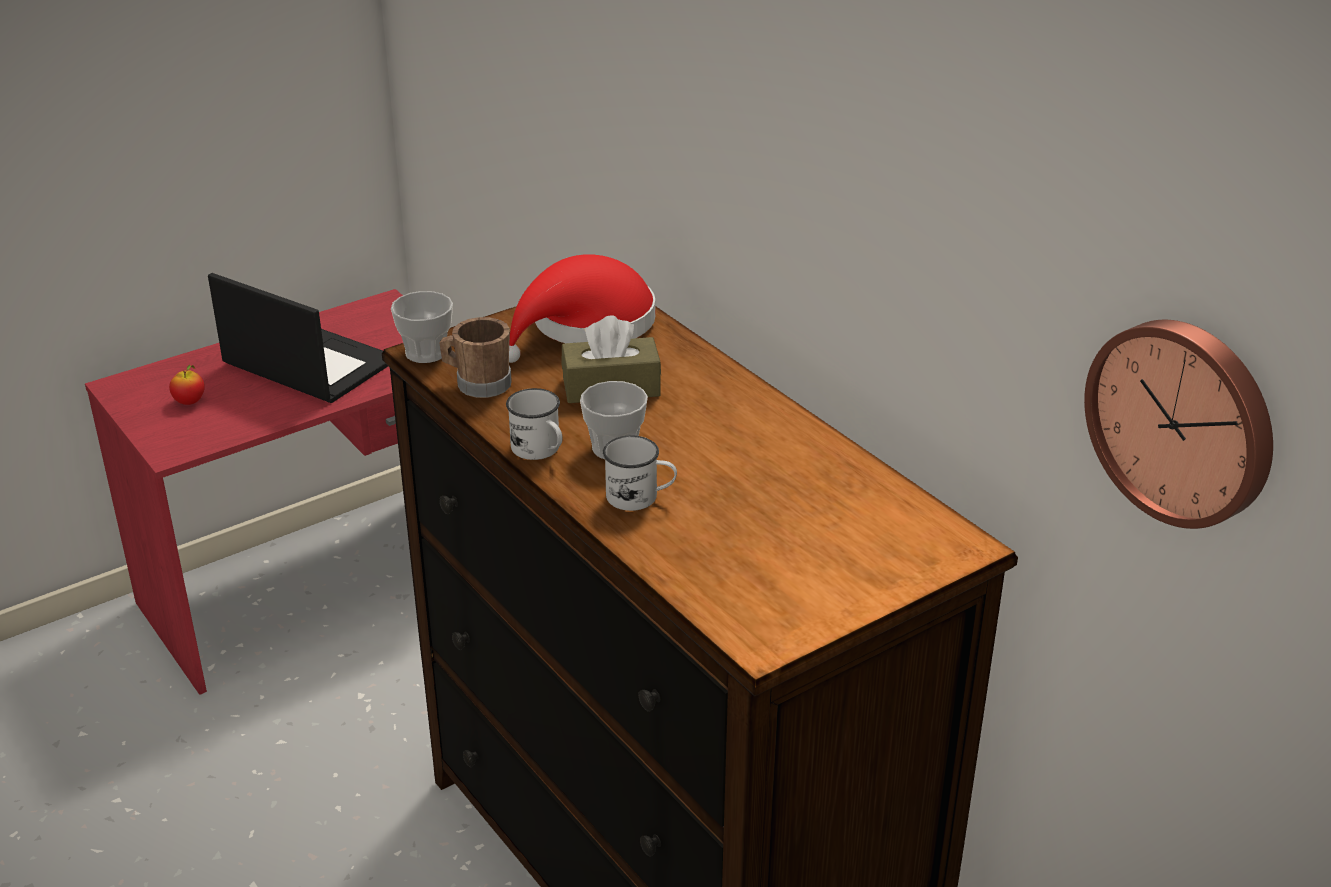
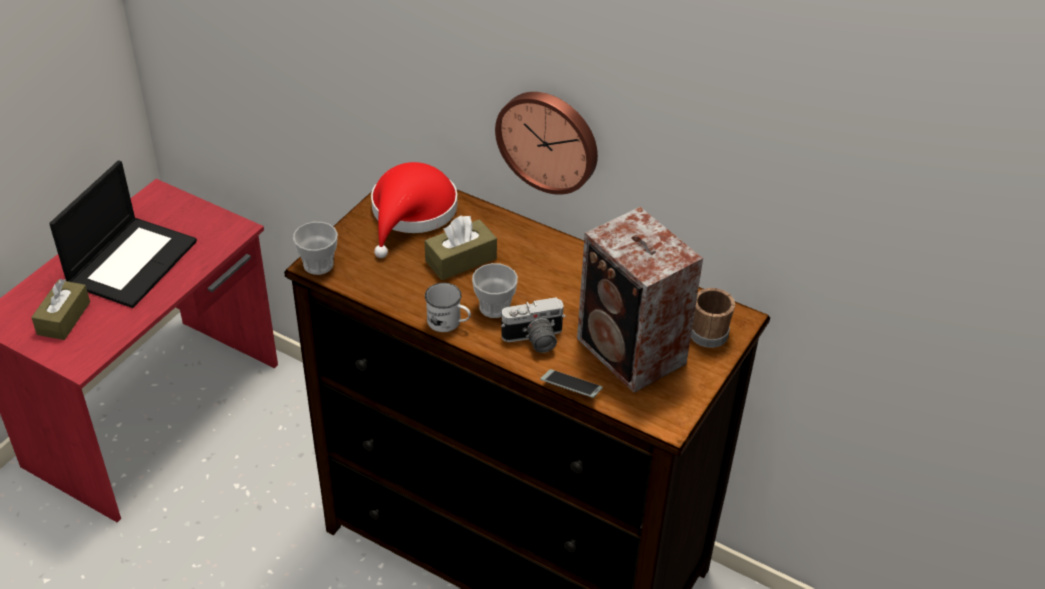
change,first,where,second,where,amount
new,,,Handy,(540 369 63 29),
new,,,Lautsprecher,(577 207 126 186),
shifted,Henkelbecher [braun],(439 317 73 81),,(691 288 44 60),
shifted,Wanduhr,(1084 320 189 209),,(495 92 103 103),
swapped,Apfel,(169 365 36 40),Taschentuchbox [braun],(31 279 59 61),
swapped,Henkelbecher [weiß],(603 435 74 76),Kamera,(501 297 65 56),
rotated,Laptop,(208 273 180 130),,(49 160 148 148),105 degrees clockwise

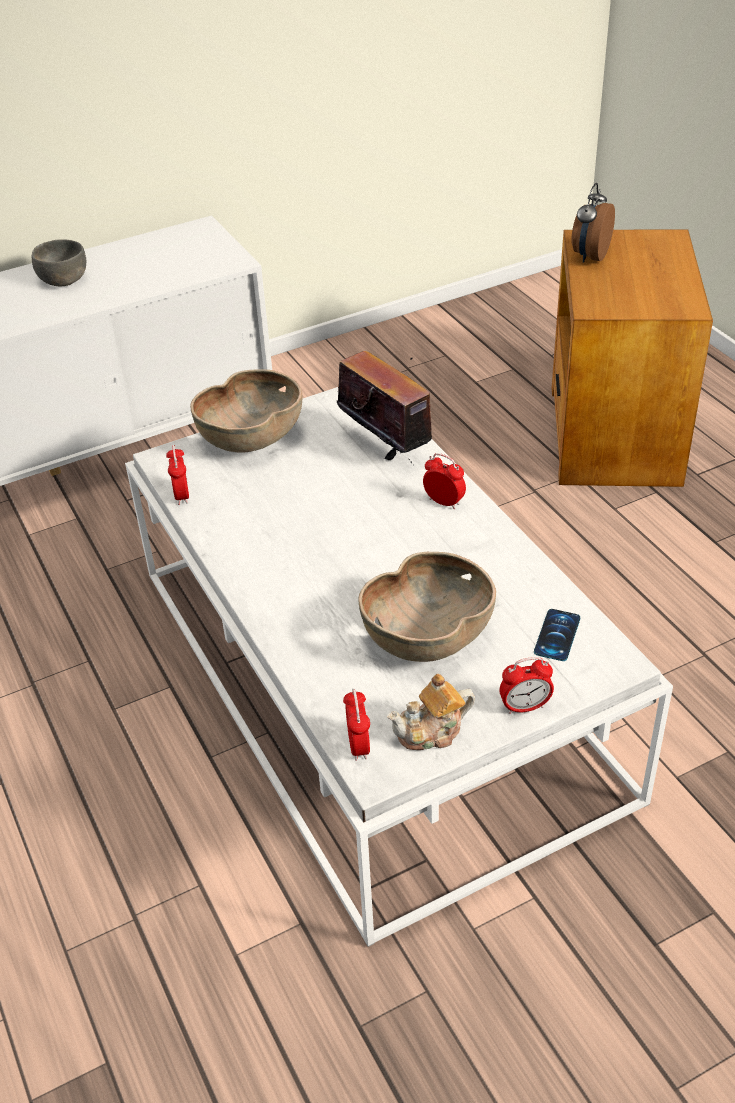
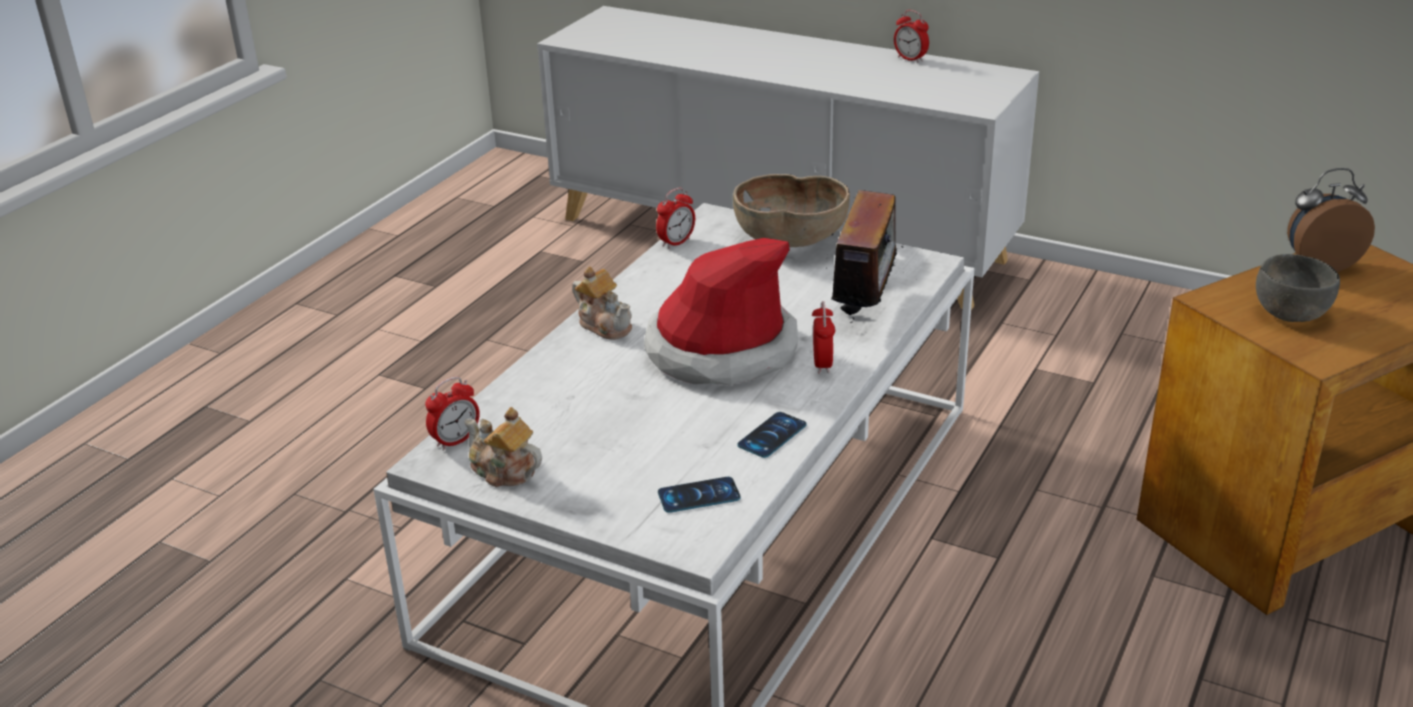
change,first,where,second,where,amount
gone,Schüssel [braun],(358 552 138 110),,,
new,,,Teekanne,(572 267 60 73),
new,,,Hut,(644 238 154 147),
new,,,Handy,(737 412 69 46),
shifted,Schüssel [grau],(32 239 55 47),,(1256 254 84 68),
shifted,Wecker,(500 657 54 57),,(894 10 35 53),

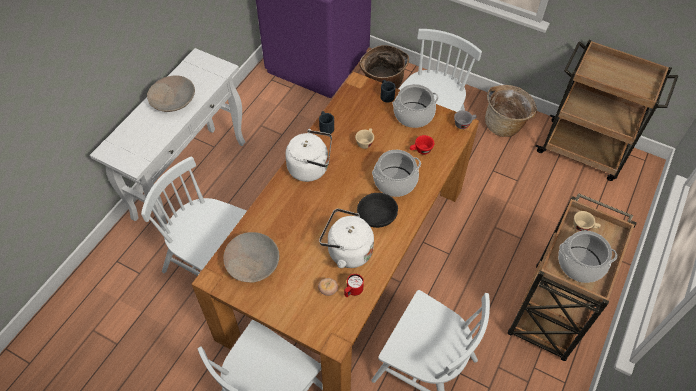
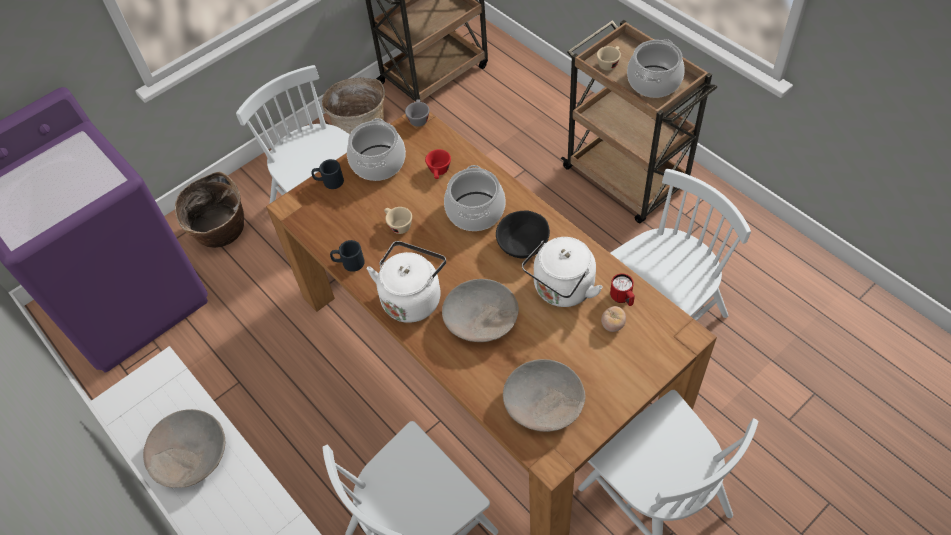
change,first,where,second,where,amount
new,,,Schüssel [beige],(442 279 77 63),

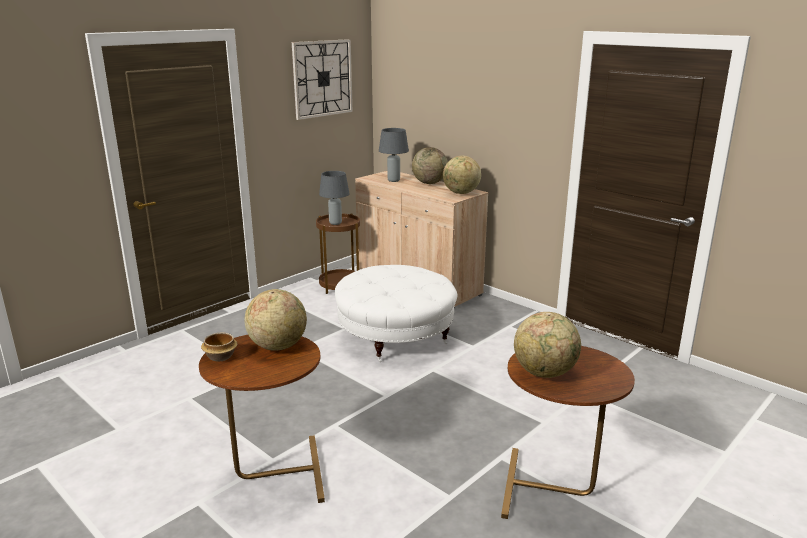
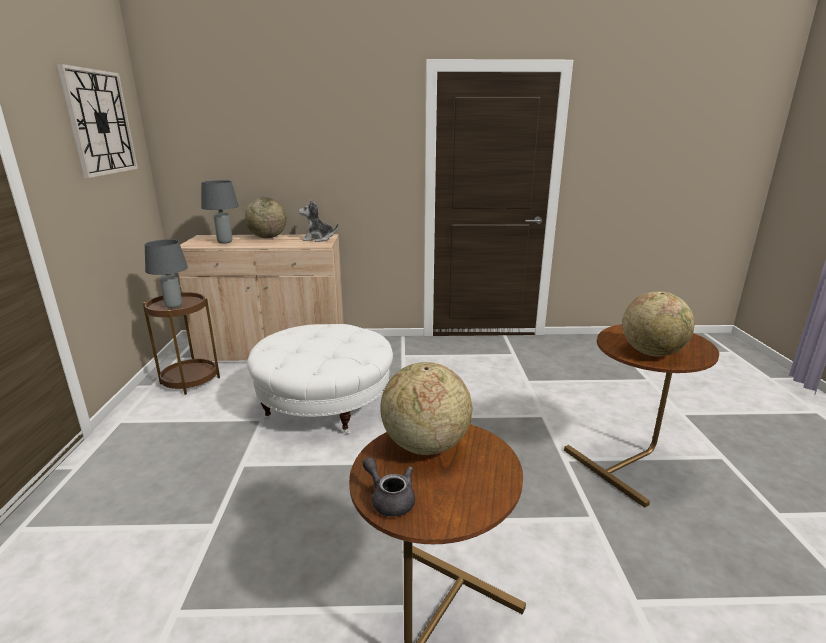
change,first,where,second,where,amount
swapped,Schüssel,(201 332 36 29),Teekanne [grau],(363 457 52 60),
swapped,Globus,(443 156 38 38),Plüschtier,(299 199 39 43),

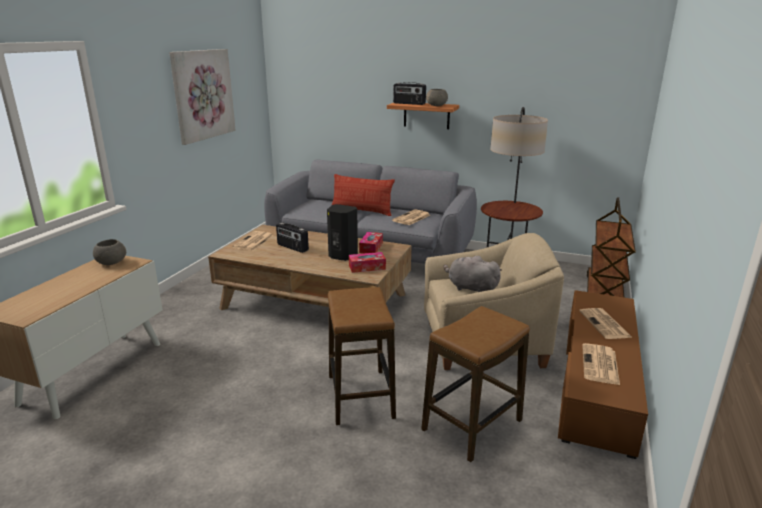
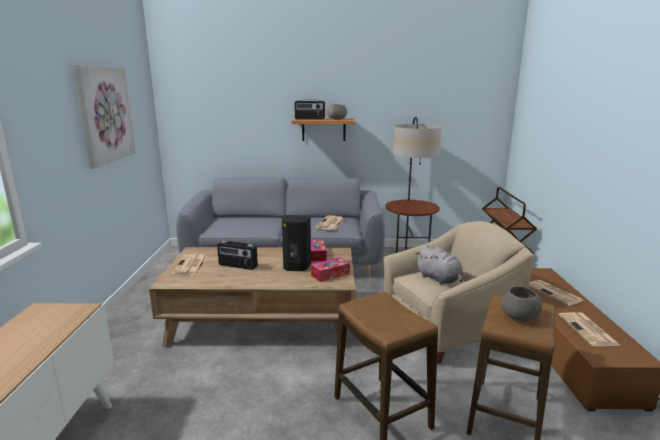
change,first,where,second,where,amount
gone,Kissen,(331 174 64 42),,,
shifted,Schüssel [grau],(93 239 33 26),,(501 286 41 35),
rotated,Plüschtier [grau],(443 256 59 36),,(415 244 48 41),135 degrees counterclockwise

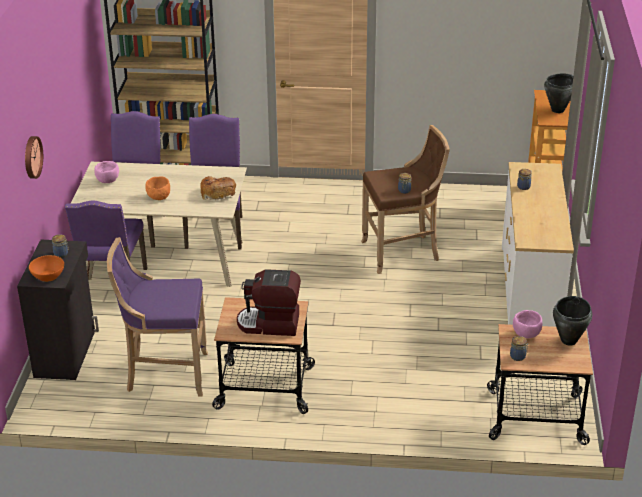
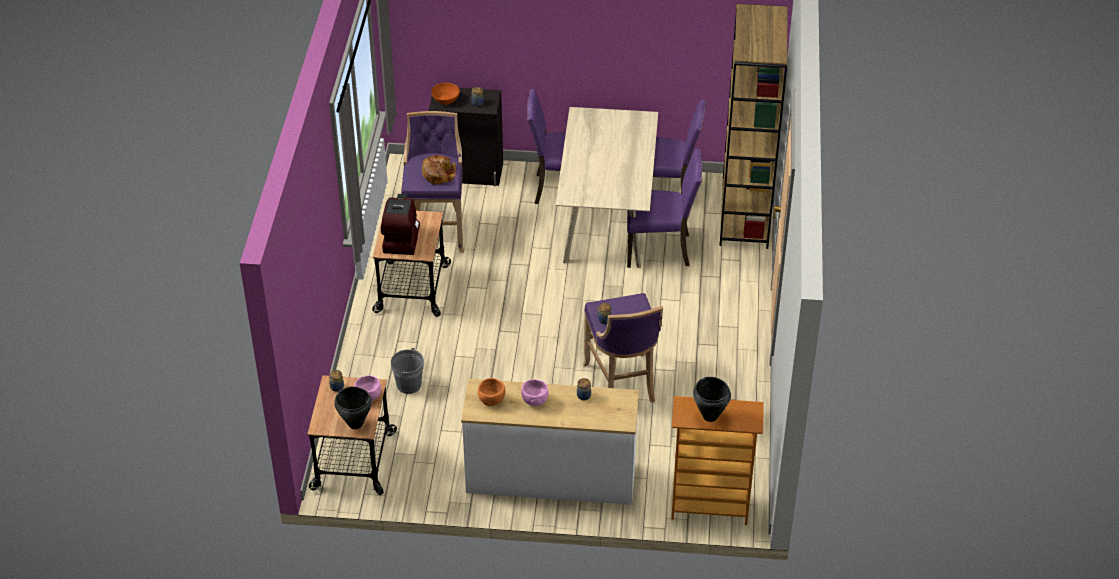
change,first,where,second,where,amount
gone,Wanduhr,(25 136 18 43),,,
new,,,Eimer [grau],(391 348 33 46),
shifted,Schüssel [rosa],(94 161 25 22),,(521 379 28 27),
shifted,Schüssel [orange],(145 176 25 24),,(478 378 27 28),
shifted,Brot,(200 176 36 24),,(422 155 34 30),
repainted,Hocker [braun],(361 125 89 149),Hocker [lila],(583 293 80 110),

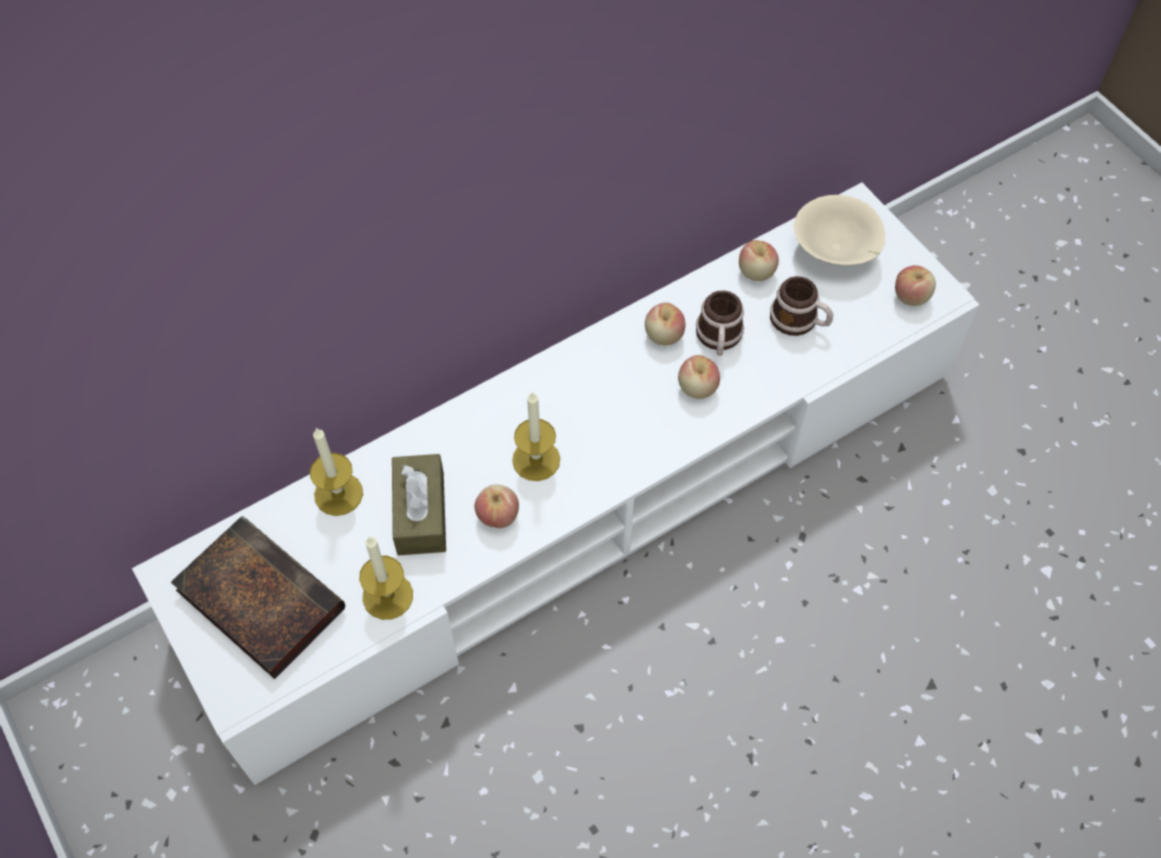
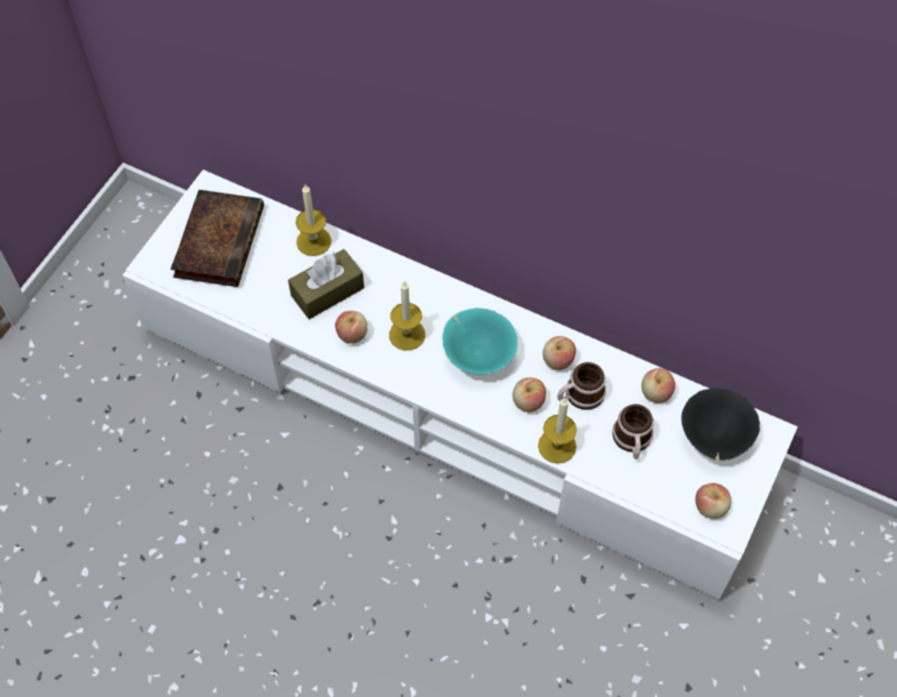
change,first,where,second,where,amount
new,,,Schüssel [türkis],(442 308 76 67),
shifted,Kerze,(359 536 54 84),,(538 398 39 66),
repainted,Schüssel [beige],(794 195 91 70),Schüssel [schwarz],(681 388 79 72),

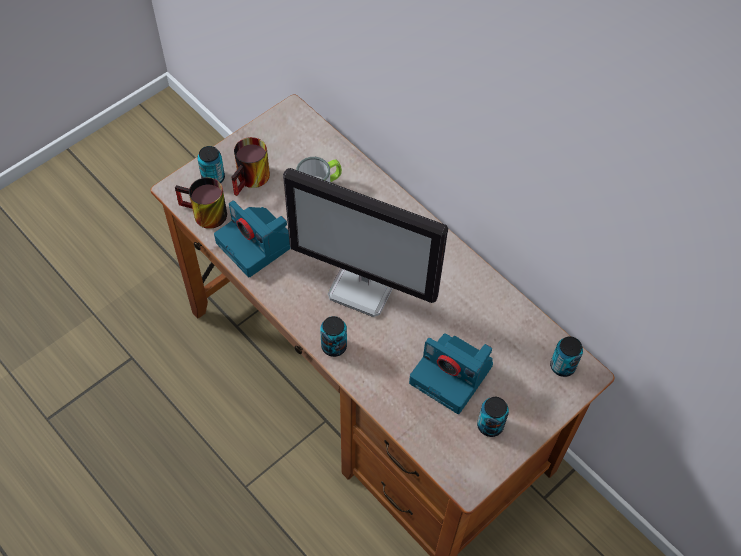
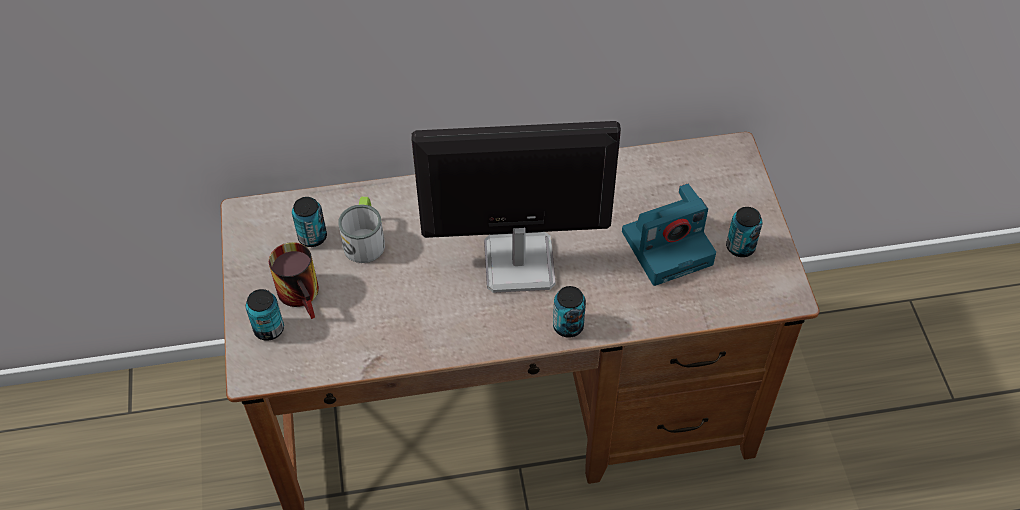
change,first,where,second,where,amount
gone,Henkelbecher,(175 177 52 52),,,
gone,Kamera,(214 200 77 77),,,
shifted,Dose,(550 337 33 40),,(292 197 35 50),
rotated,Monitor,(283 168 165 149),,(411 121 210 172),150 degrees counterclockwise

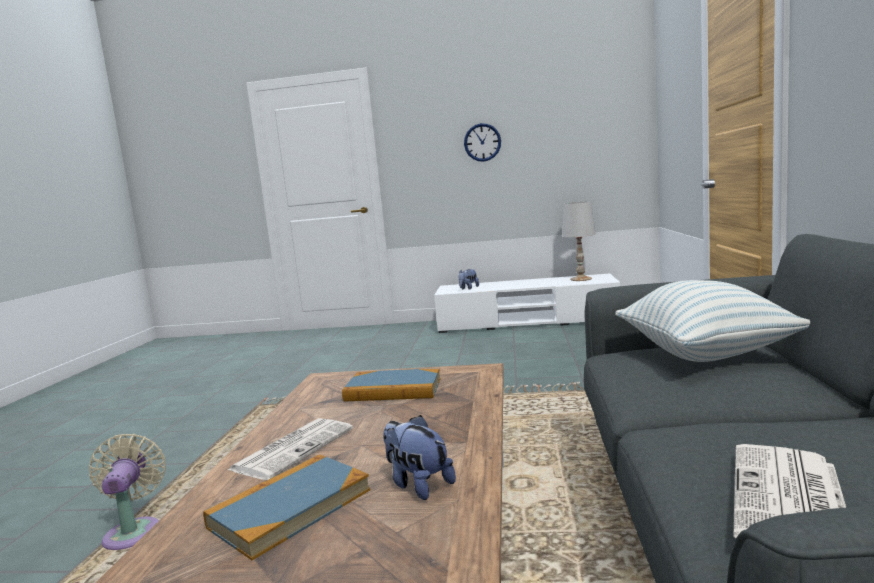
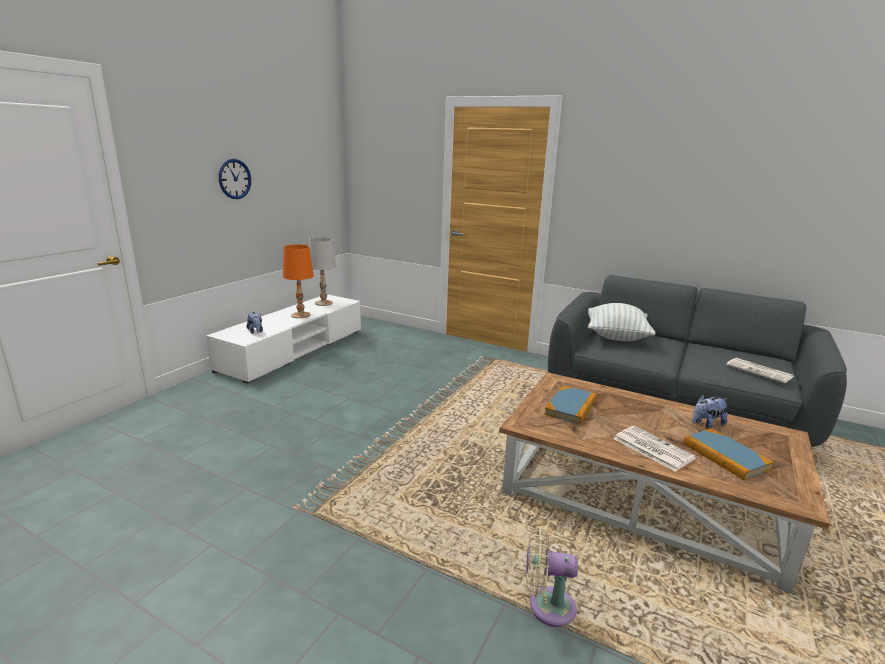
change,first,where,second,where,amount
new,,,Tischlampe [orange],(283 244 31 74),

